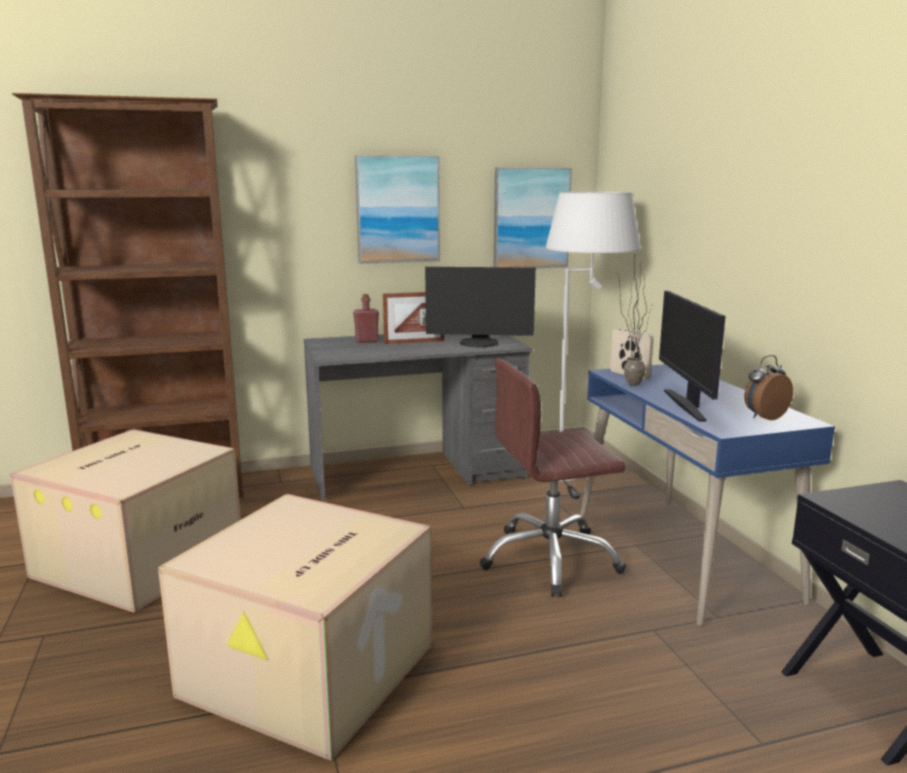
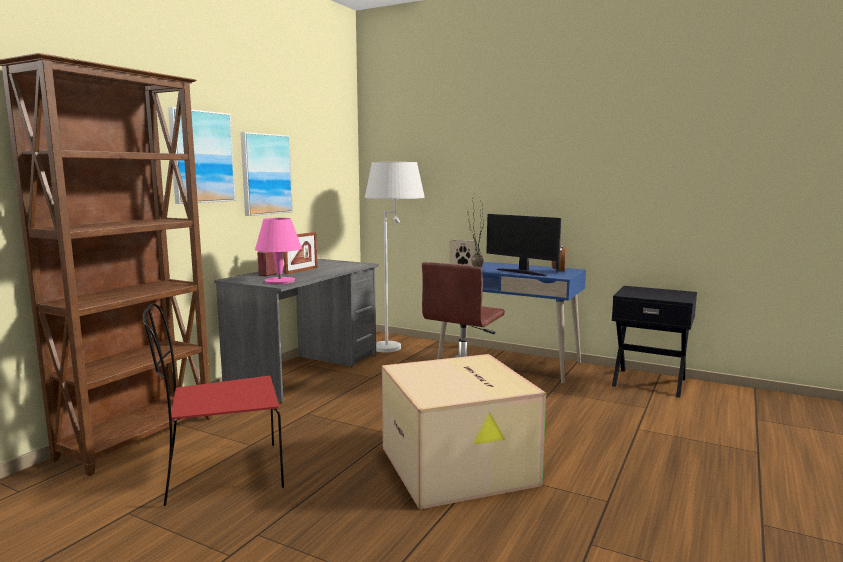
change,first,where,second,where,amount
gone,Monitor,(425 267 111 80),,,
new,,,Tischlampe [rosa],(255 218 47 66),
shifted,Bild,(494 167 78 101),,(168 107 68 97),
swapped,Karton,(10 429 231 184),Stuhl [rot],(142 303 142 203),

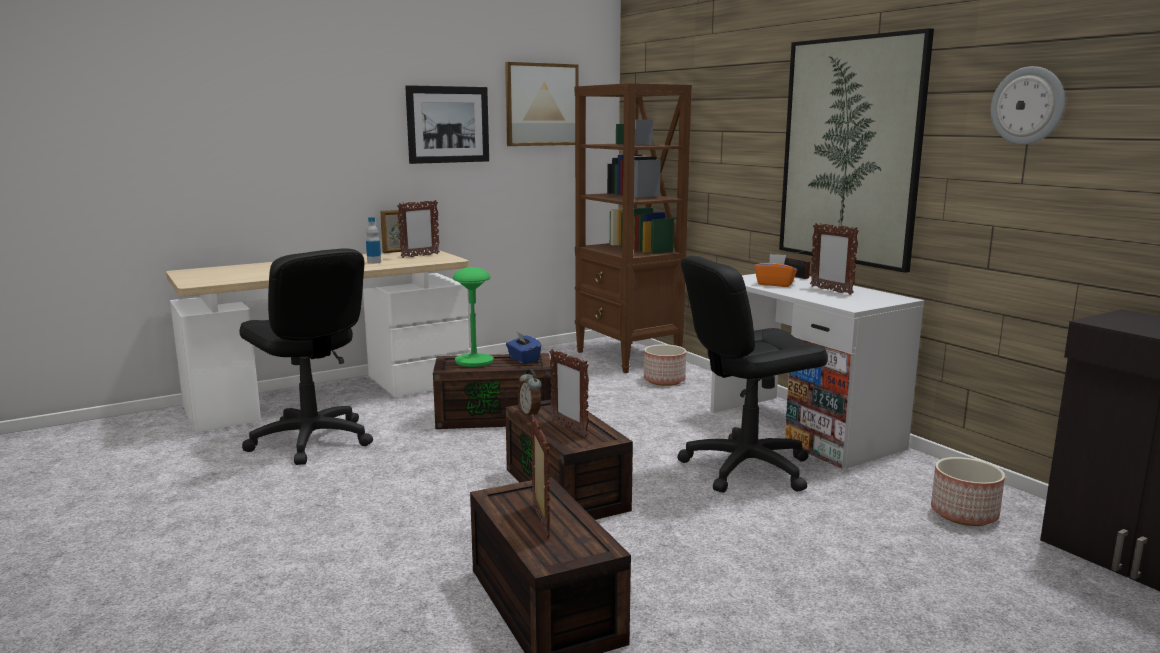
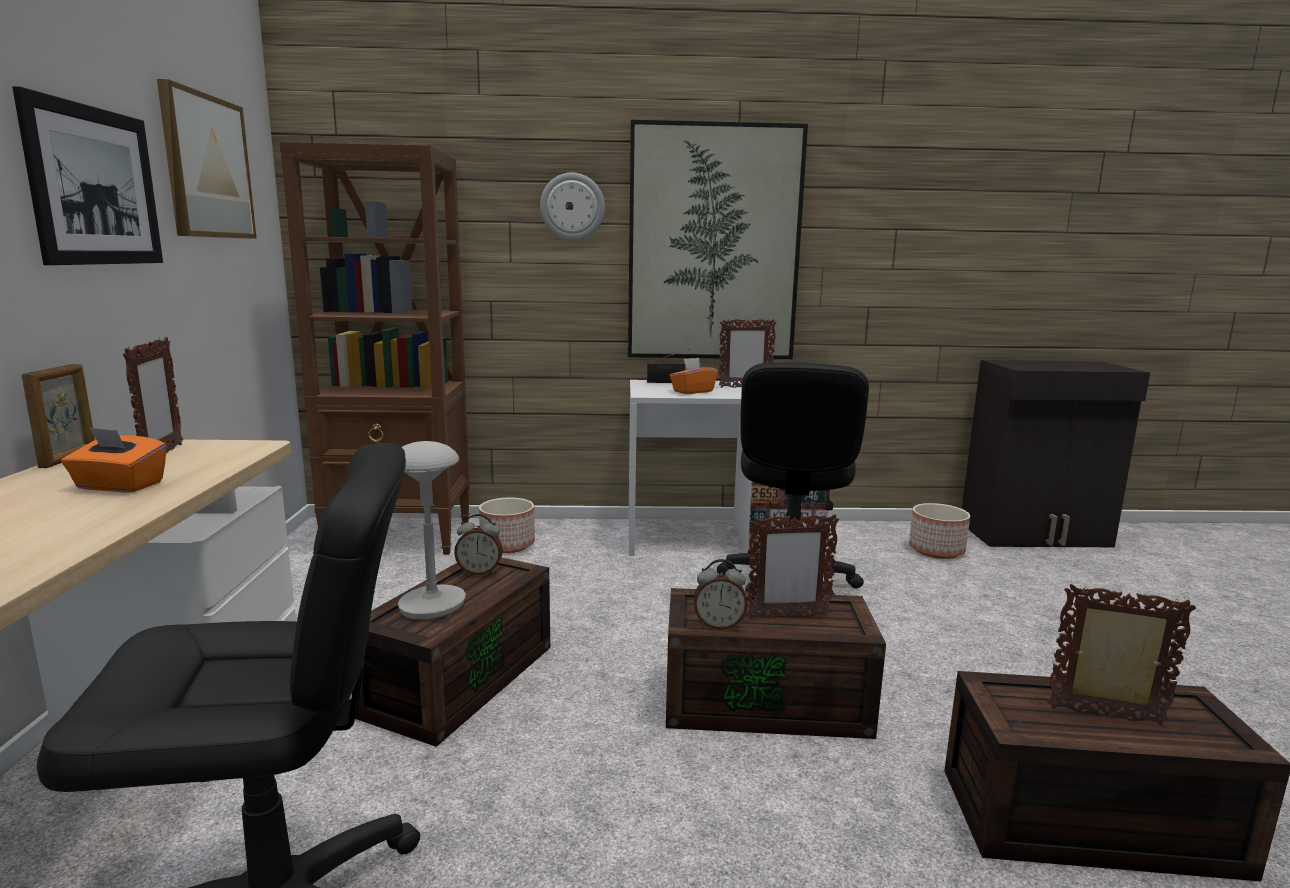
change,first,where,second,where,amount
shifted,Wanduhr,(991 66 74 79),,(540 173 65 67),
swapped,Flasche,(366 217 15 47),Taschentuchbox [orange],(61 427 106 66),
swapped,Taschentuchbox [blau],(506 332 36 32),Wecker,(454 514 49 61),
repainted,Tischlampe [grün],(452 267 42 100),Tischlampe [grau],(398 441 68 179),

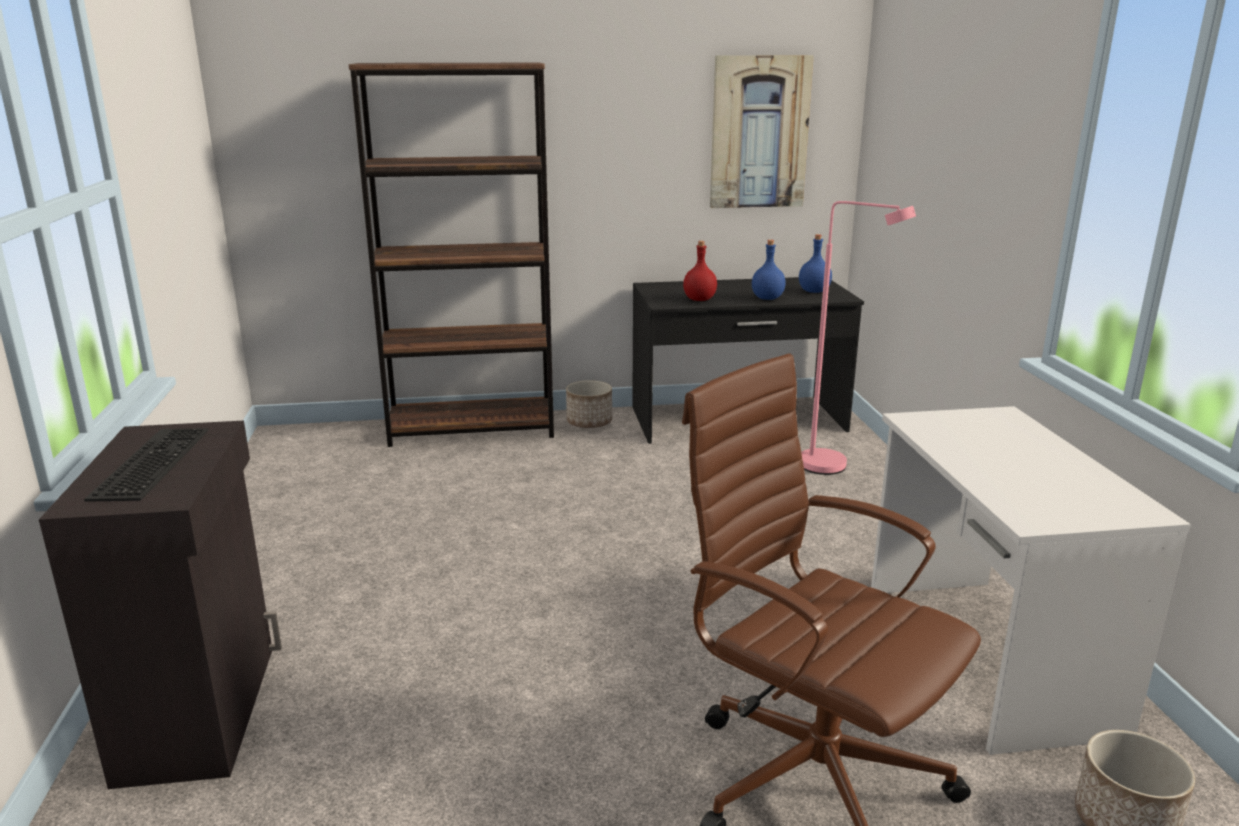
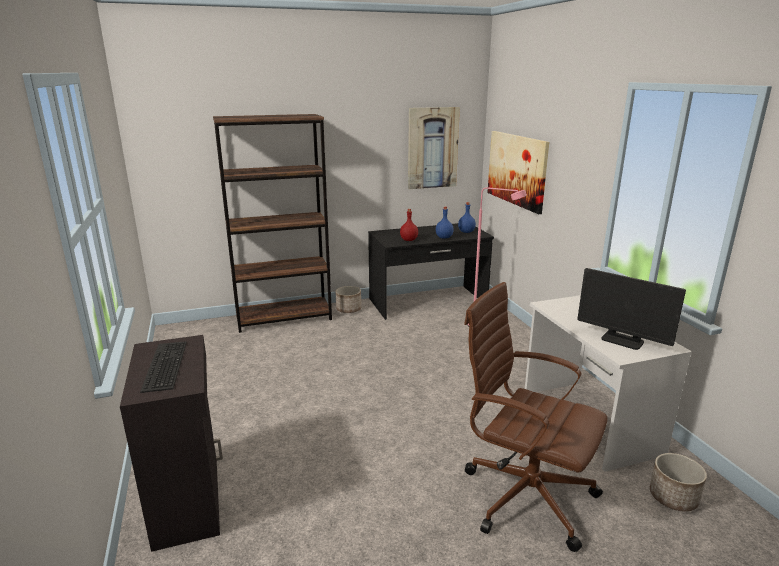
change,first,where,second,where,amount
new,,,Bild,(487 131 62 83),
new,,,Monitor,(577 268 109 82),

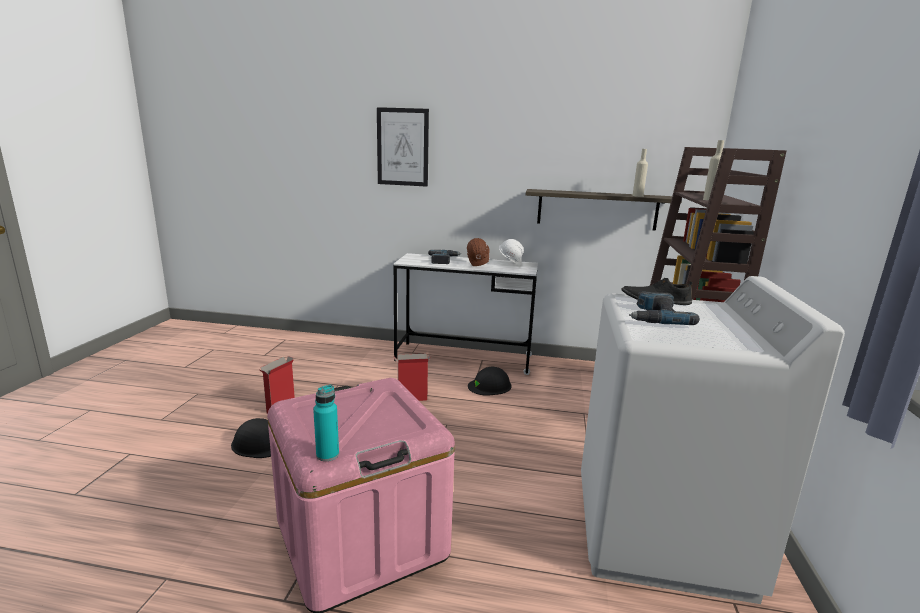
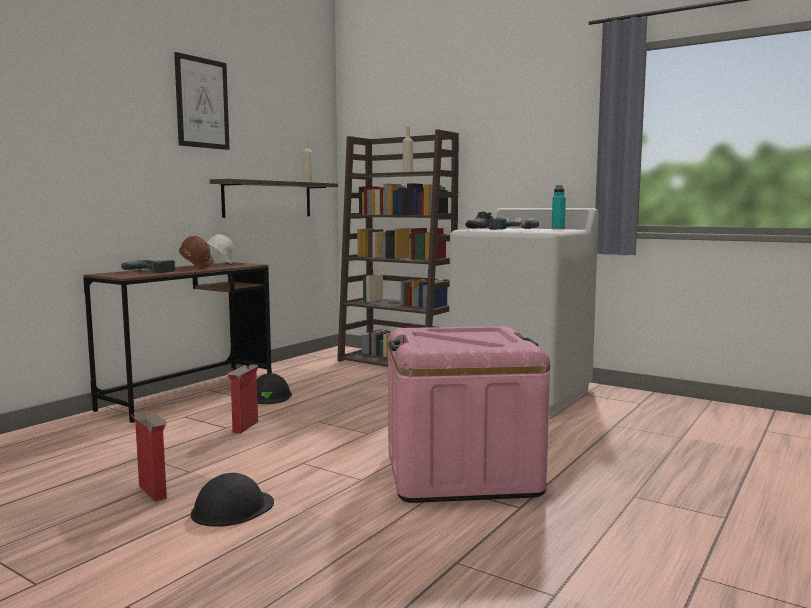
change,first,where,second,where,amount
shifted,Flasche [türkis],(313 385 26 76),,(552 185 14 44),
shifted,Bild,(377 107 52 80),,(174 52 56 98),
repainted,Schreibtisch [weiß],(393 253 145 122),Schreibtisch [braun],(83 262 189 161),

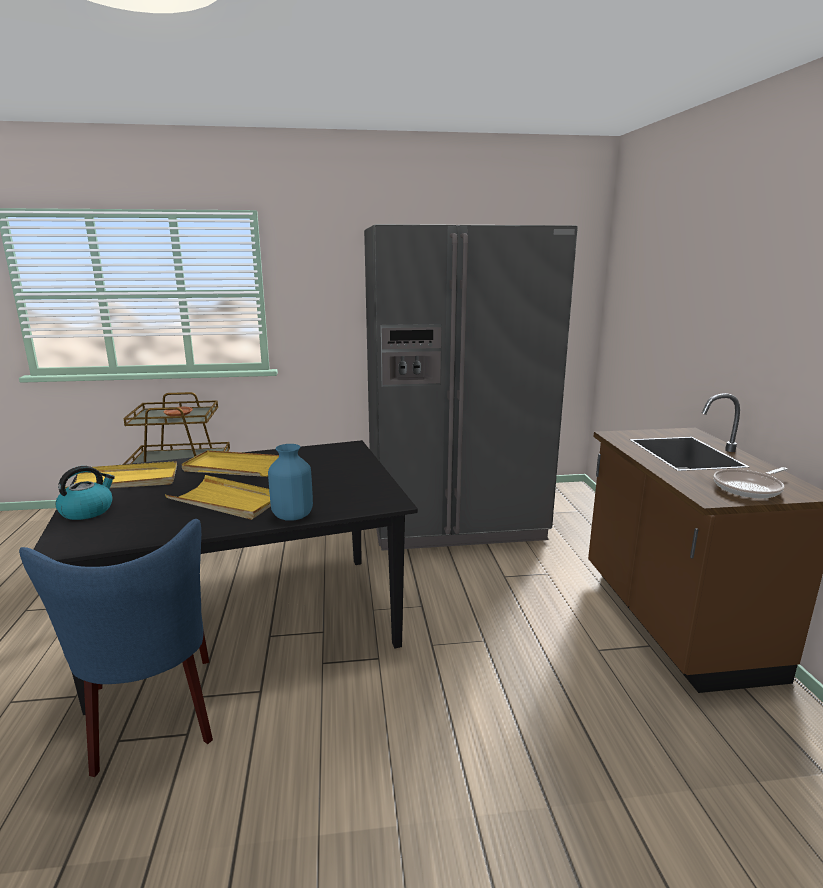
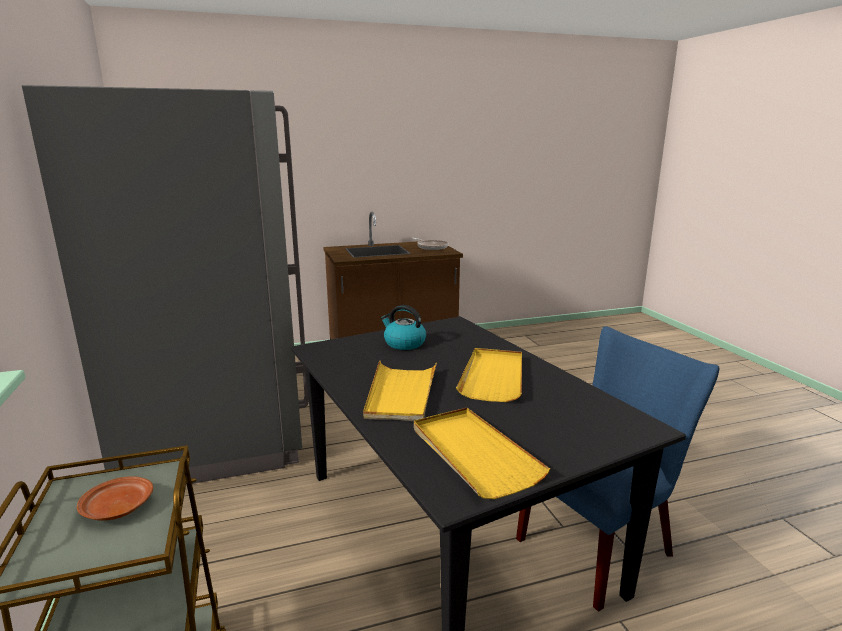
change,first,where,second,where,amount
gone,Vase [blau],(268 444 45 77),,,
shifted,Wasserkessel,(56 466 59 54),,(381 305 45 45),

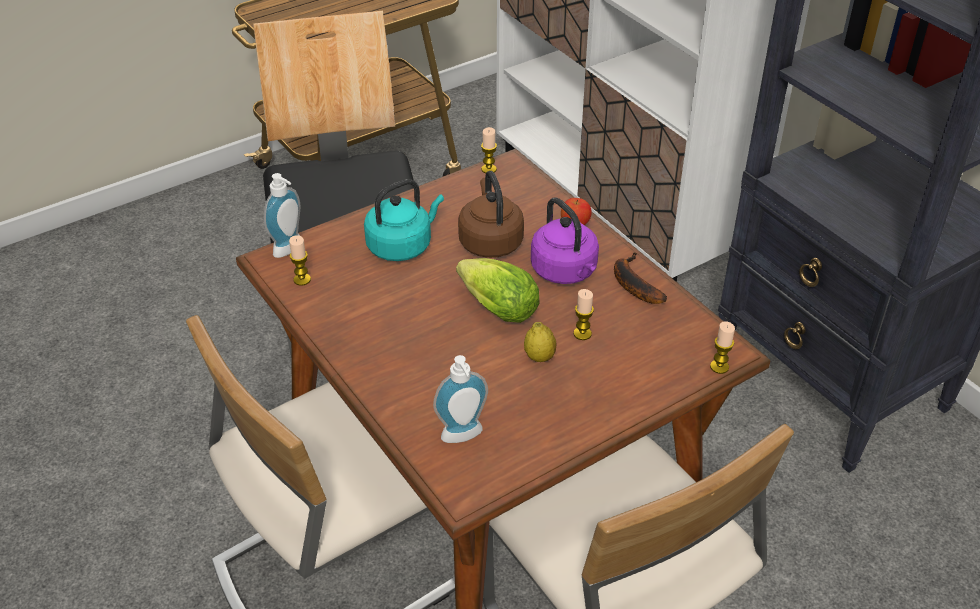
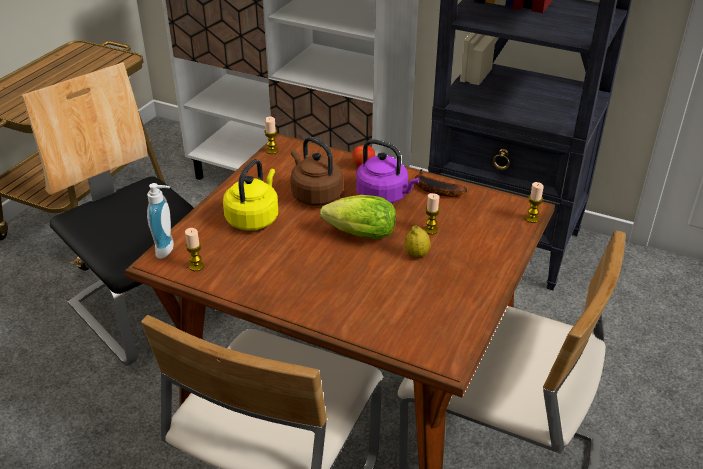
change,first,where,second,where,amount
gone,Seifenspender,(433 355 55 88),,,
repainted,Wasserkessel [türkis],(364 179 80 82),Wasserkessel [gelb],(223 159 55 72),

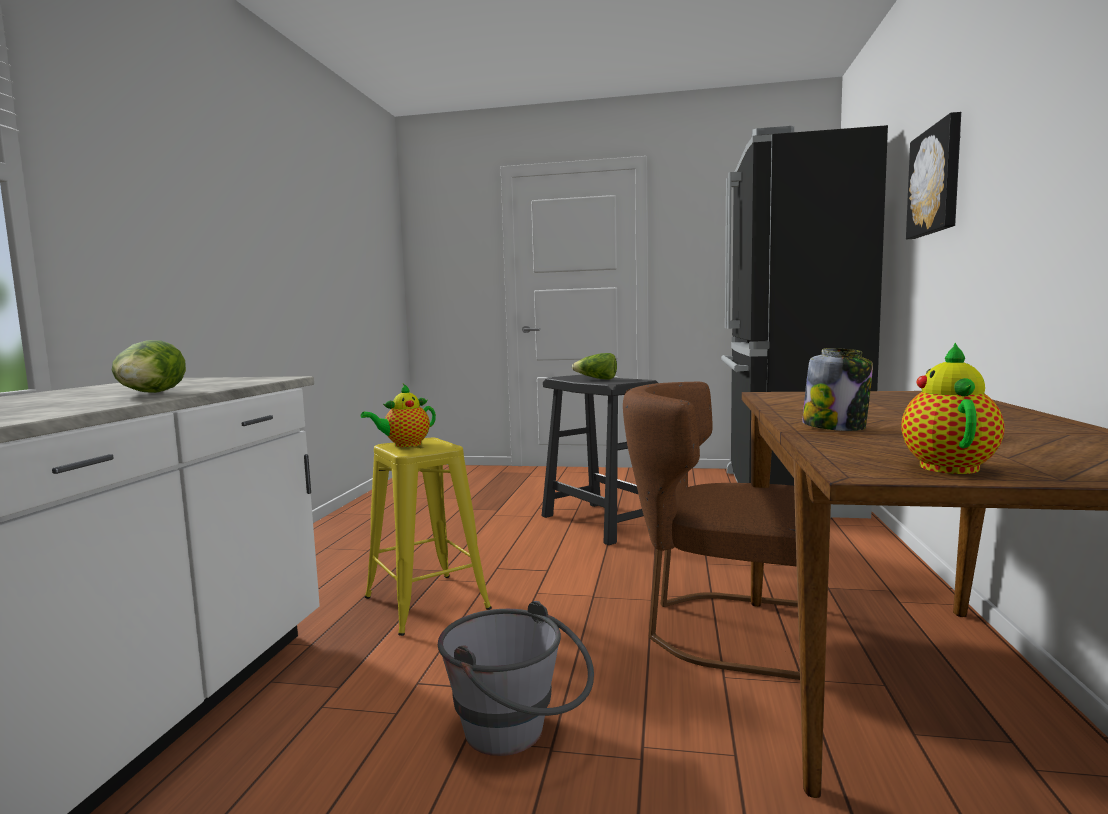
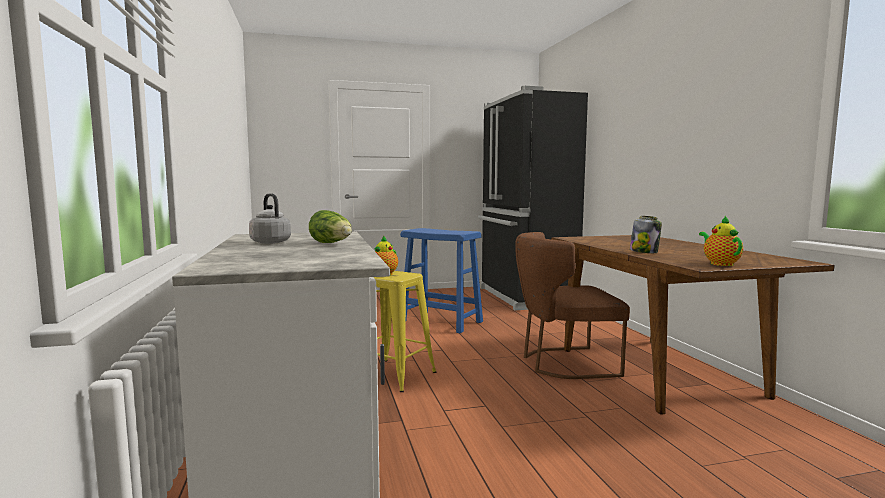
change,first,where,second,where,amount
gone,Eimer [grau],(438 601 156 155),,,
gone,Salatkopf,(572 353 45 26),,,
gone,Bild,(906 112 55 127),,,
new,,,Wasserkessel [grau],(249 193 42 51),
repainted,Hocker [schwarz],(542 374 116 171),Hocker [blau],(400 228 83 105),

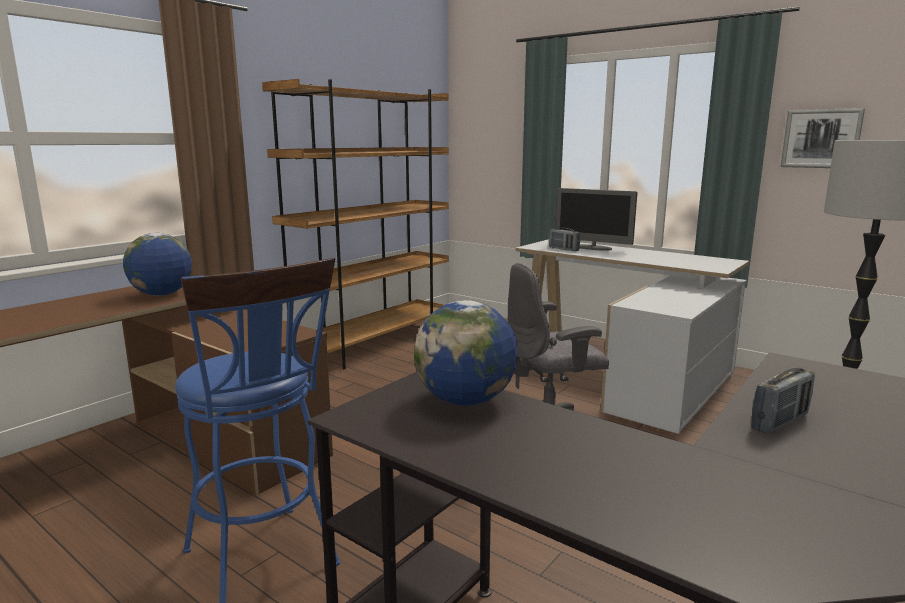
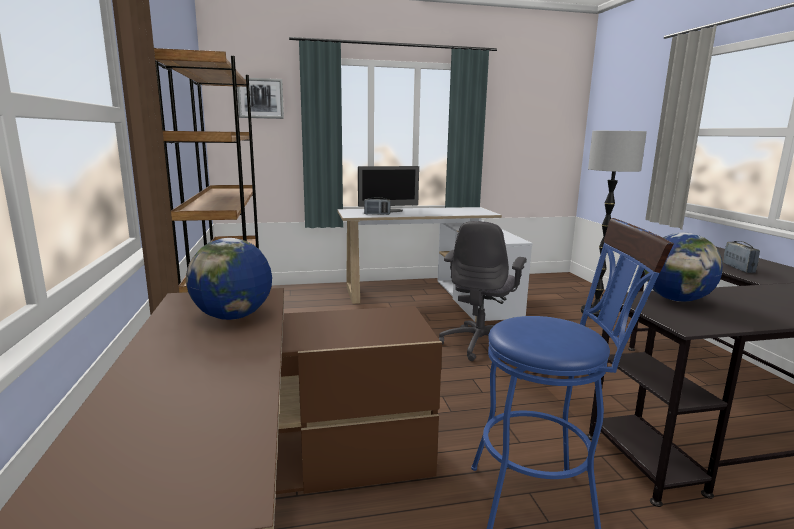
change,first,where,second,where,amount
shifted,Bild,(781 108 84 60),,(237 78 47 41),

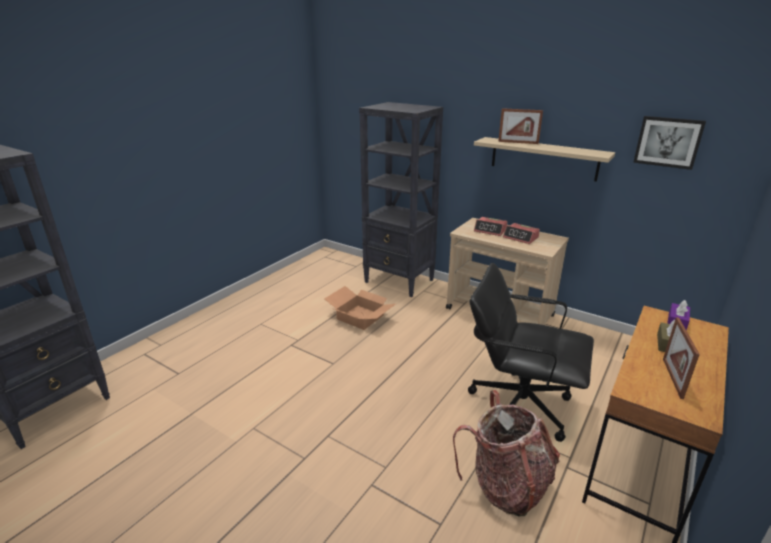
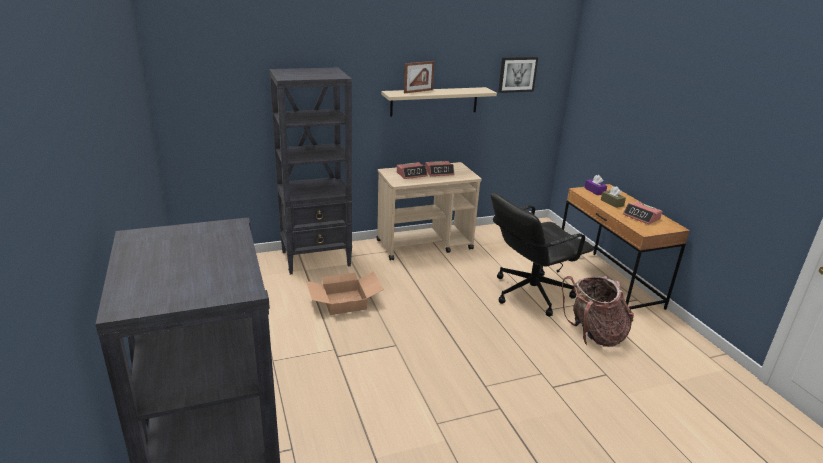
change,first,where,second,where,amount
swapped,Bilderrahmen,(663 317 37 82),Wecker,(623 202 39 23),

